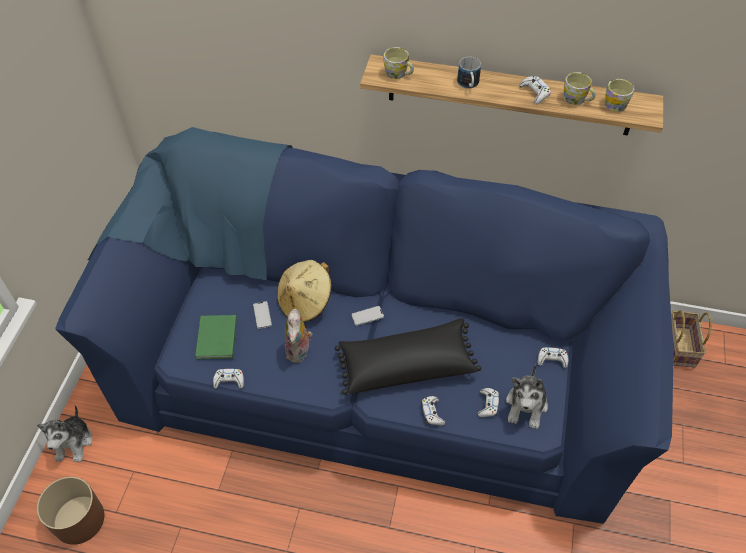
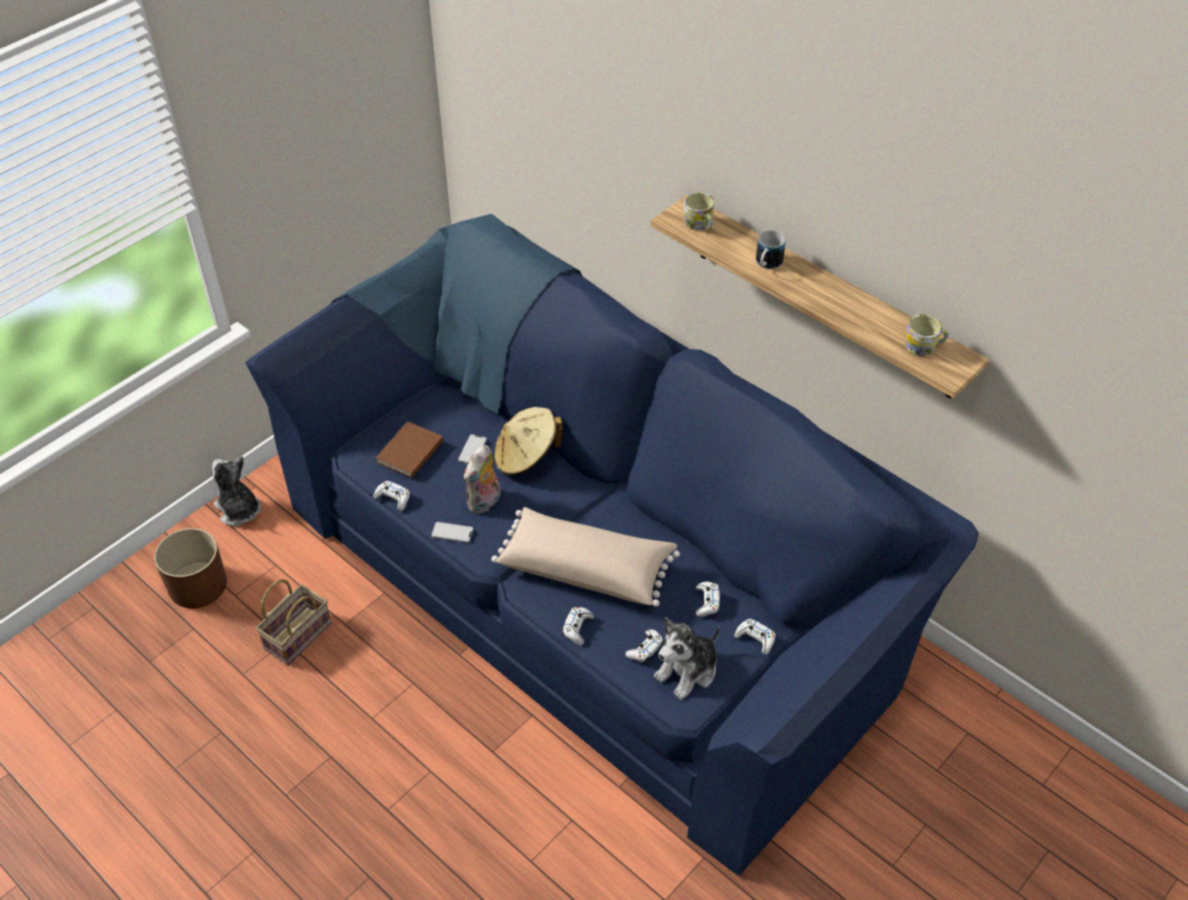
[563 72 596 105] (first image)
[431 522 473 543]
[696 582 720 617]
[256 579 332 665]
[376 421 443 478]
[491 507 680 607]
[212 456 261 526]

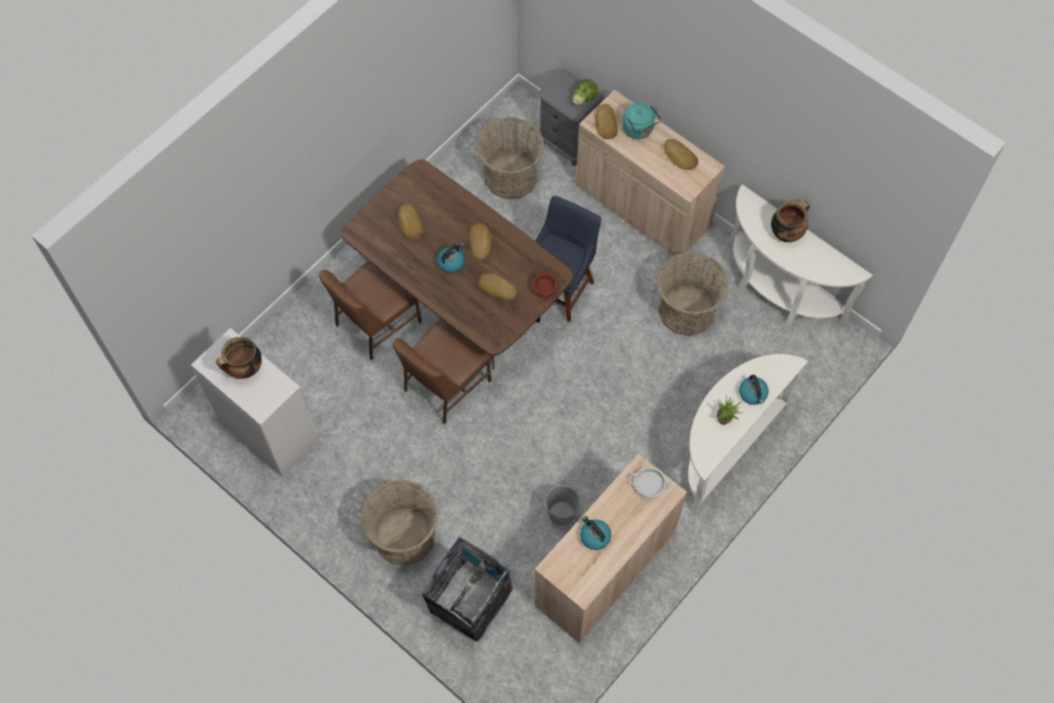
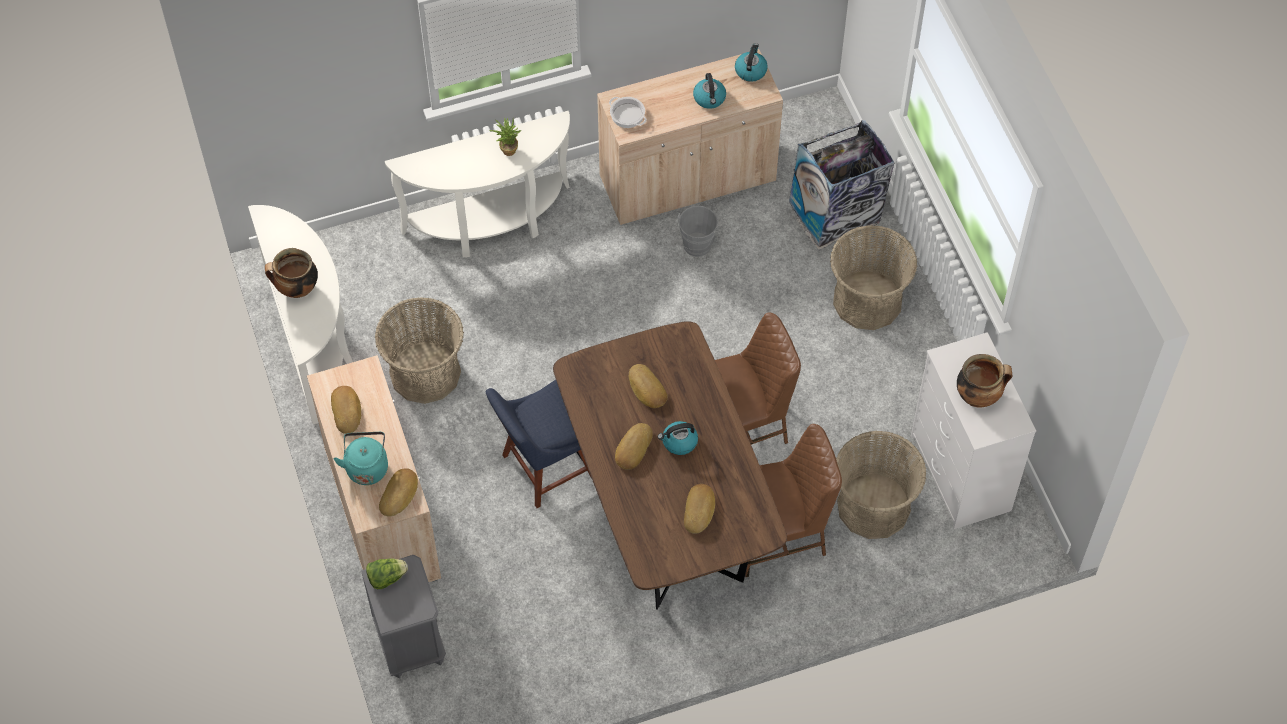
[532 273 558 298] (first image)
[836 431 926 539]
[735 43 768 82]

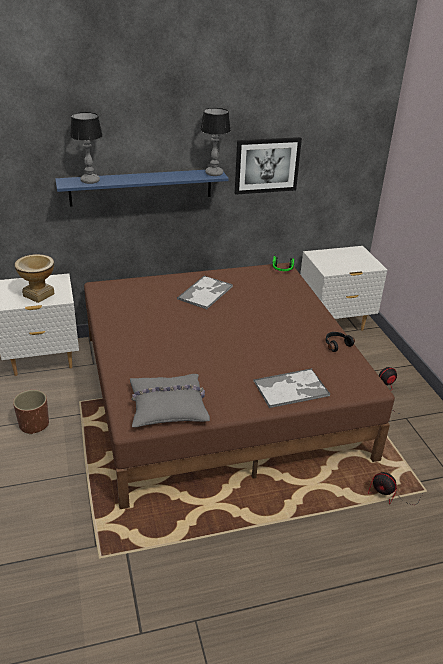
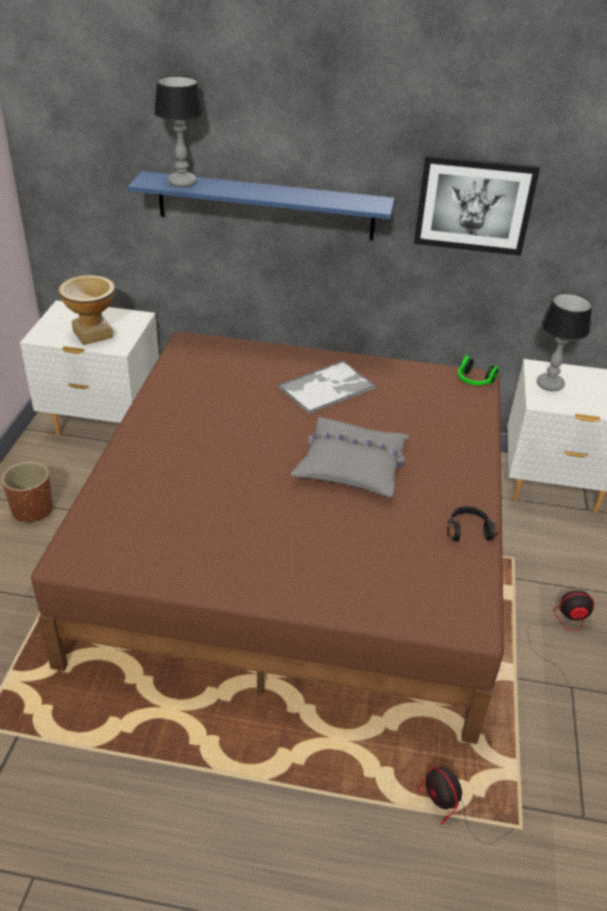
[253 368 330 409] (first image)
[291 417 409 497]
[537 293 592 391]

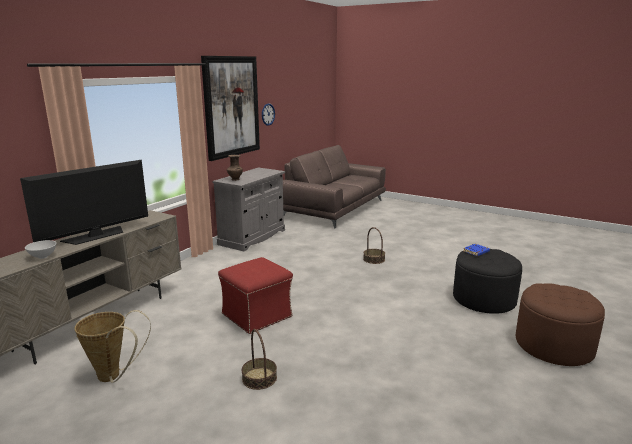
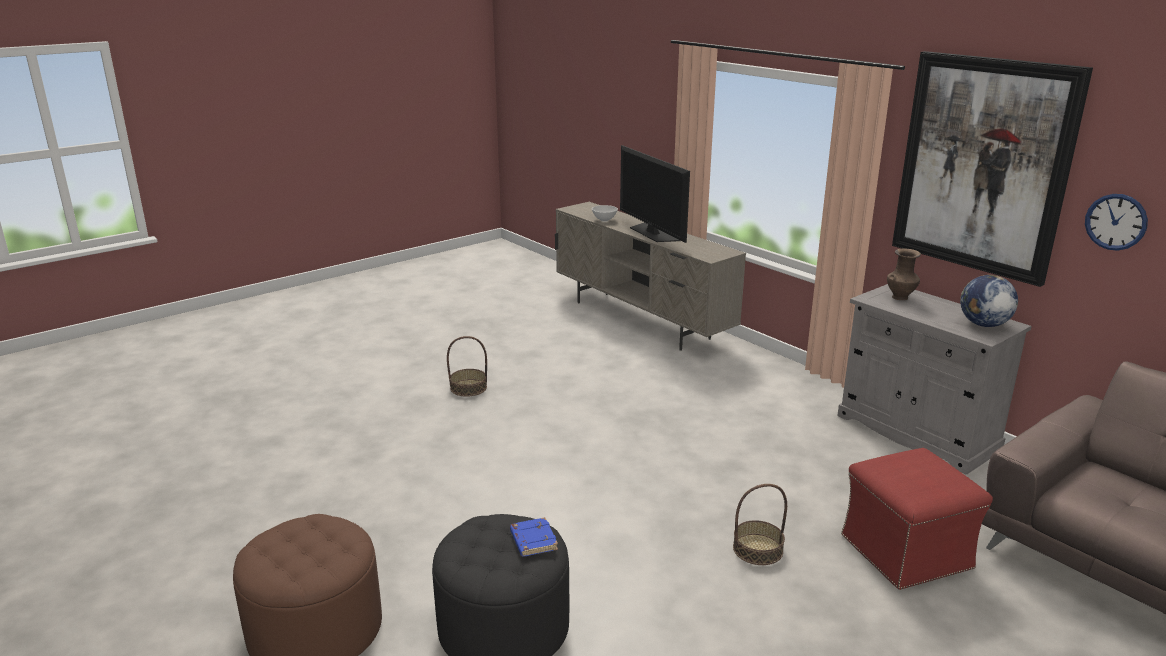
[74 310 151 383] (first image)
[960 275 1018 327]
[841 448 993 590]

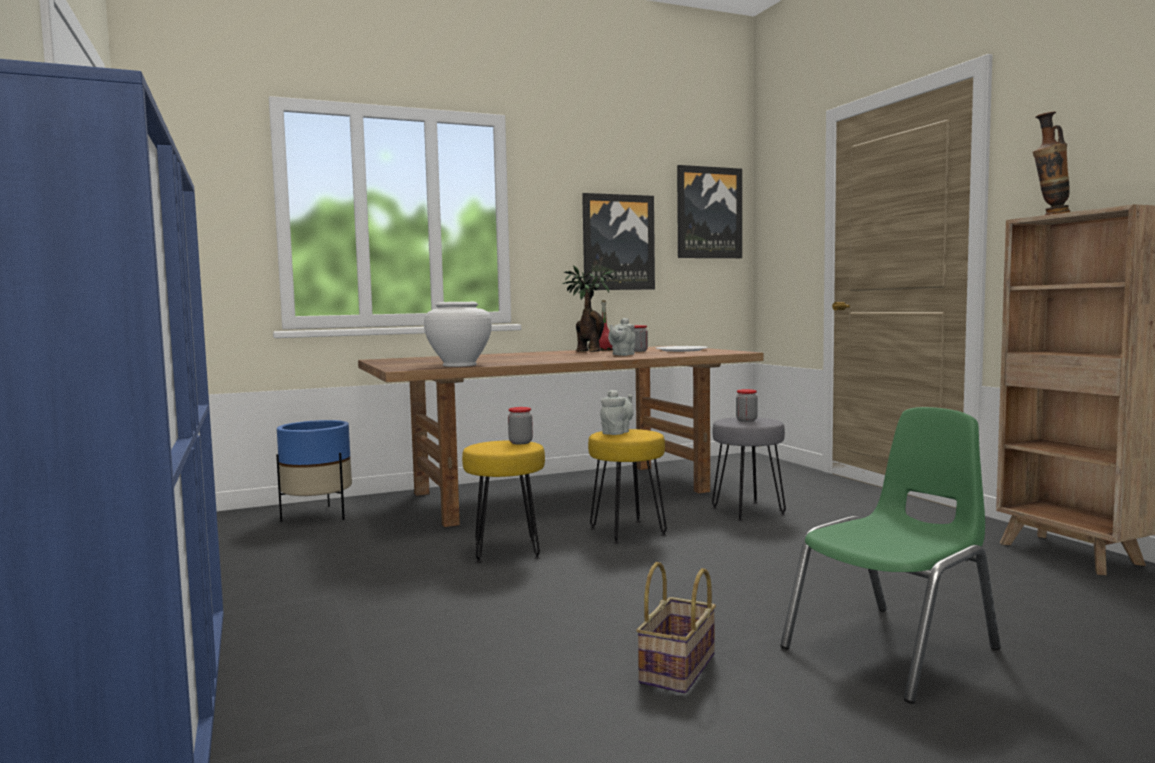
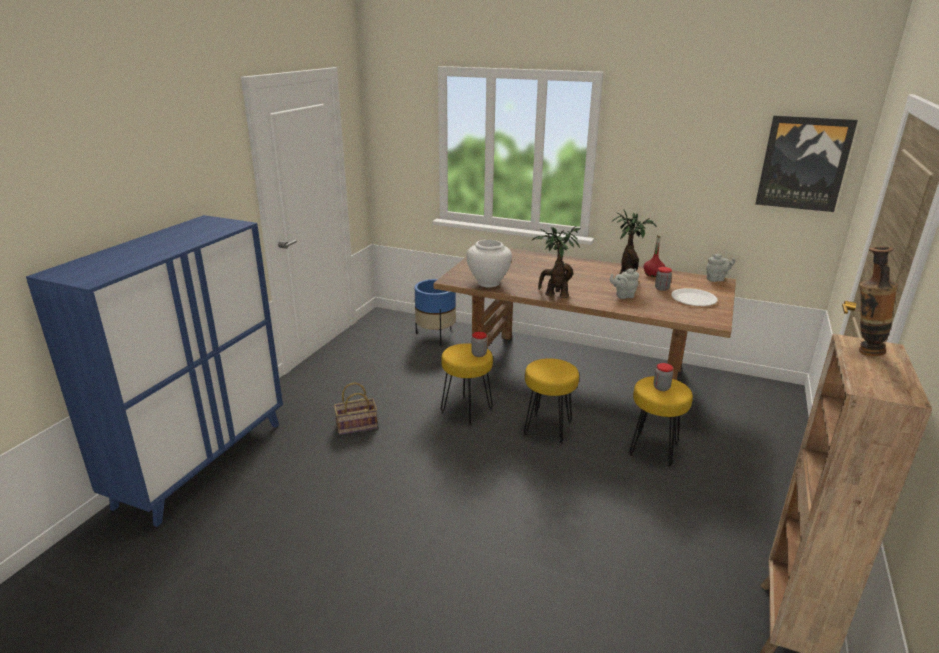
[582 193 655 290] (first image)
[780 407 1001 704] (first image)
[531 226 581 298]
[706 254 735 282]
[334 382 378 435]
[629 376 693 467]

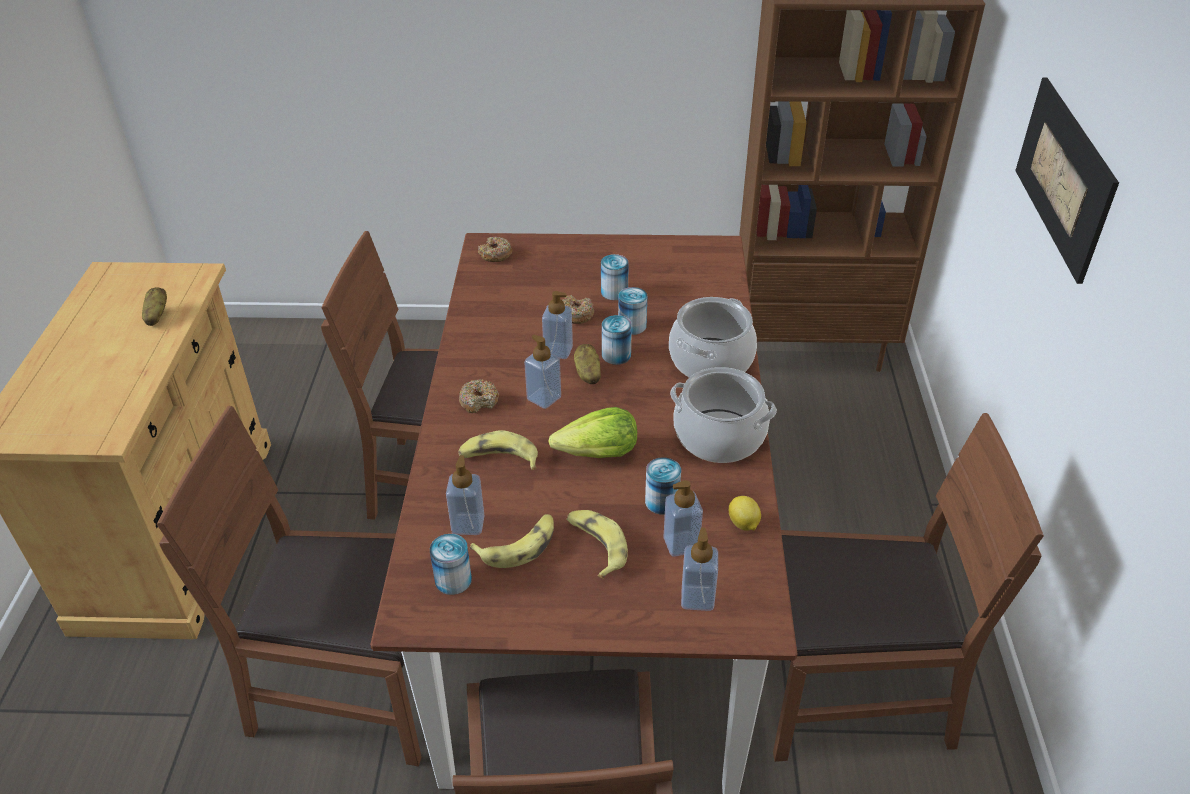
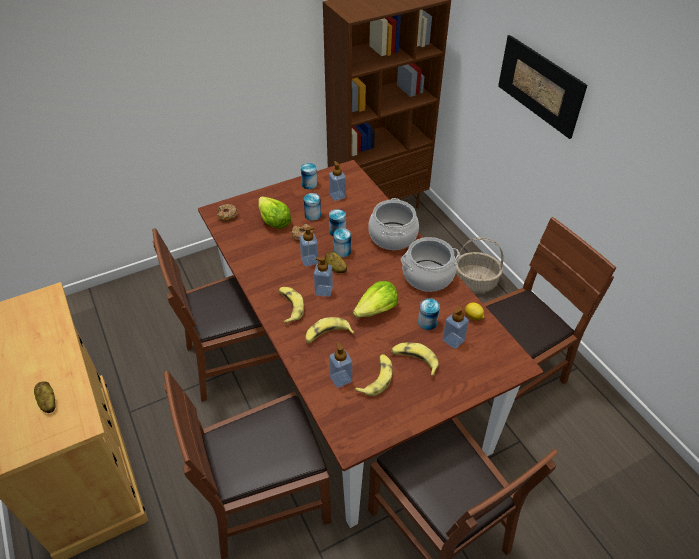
[258 196 291 229]
[456 237 503 293]
[34 381 56 413]
[301 163 317 189]
[329 161 346 201]
[278 287 304 324]

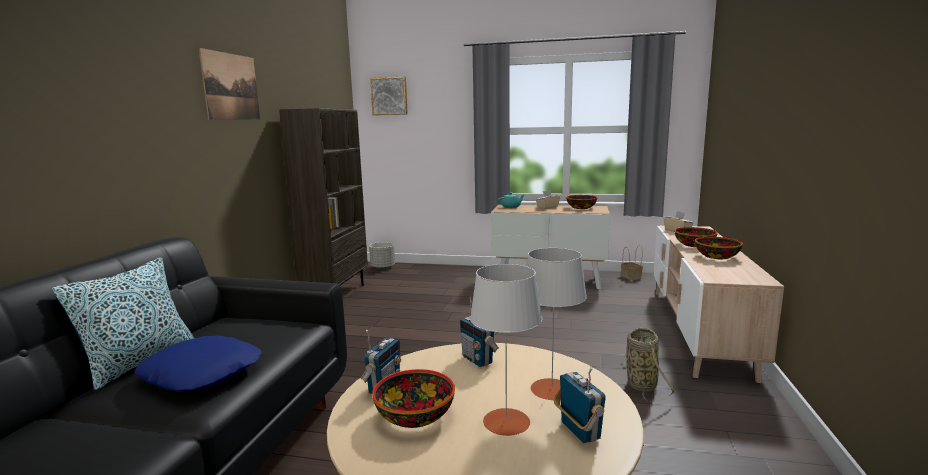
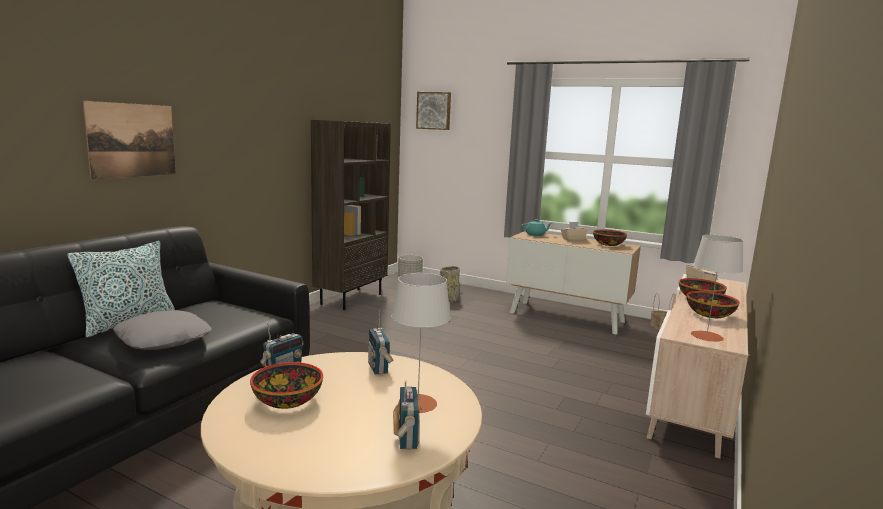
[83 101 176 179]
[691 235 743 342]
[440 266 460 302]
[113 310 212 350]

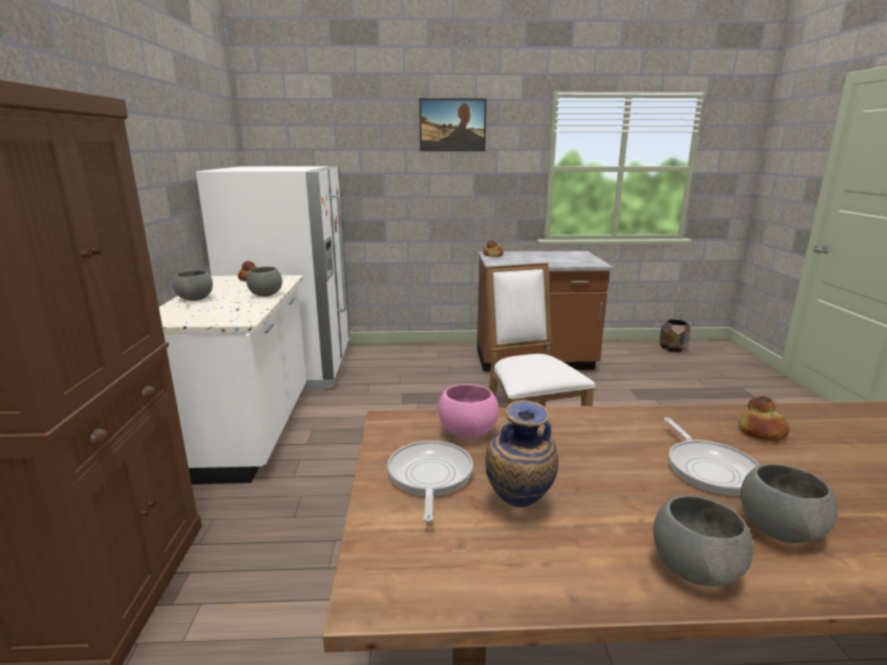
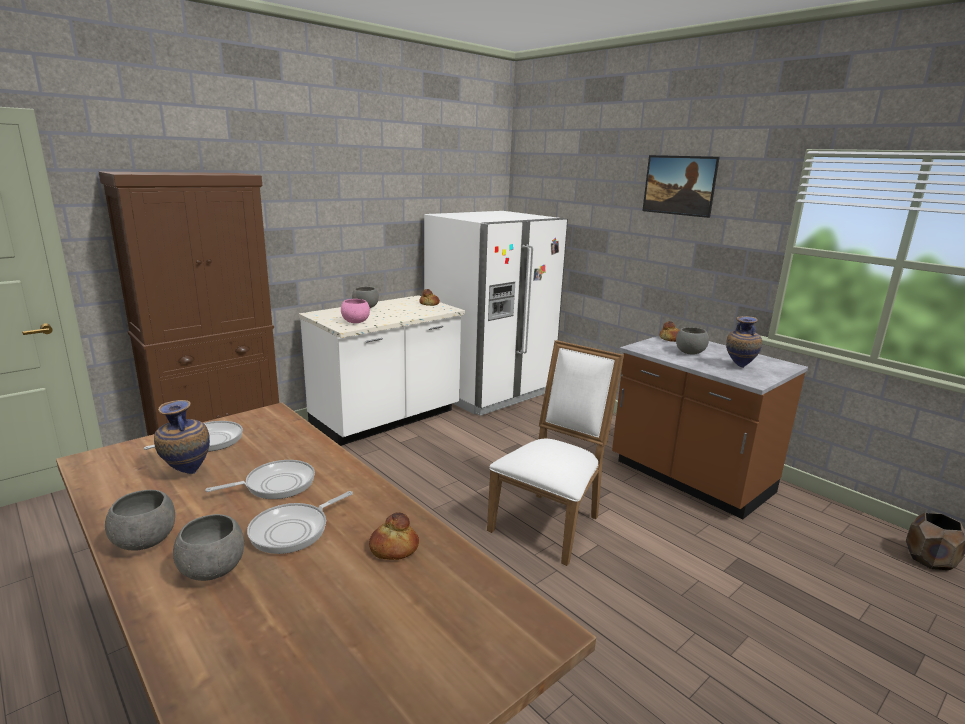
[205 460 315 499]
[726 316 762 368]
[676 327 709 355]
[341 299 370 323]

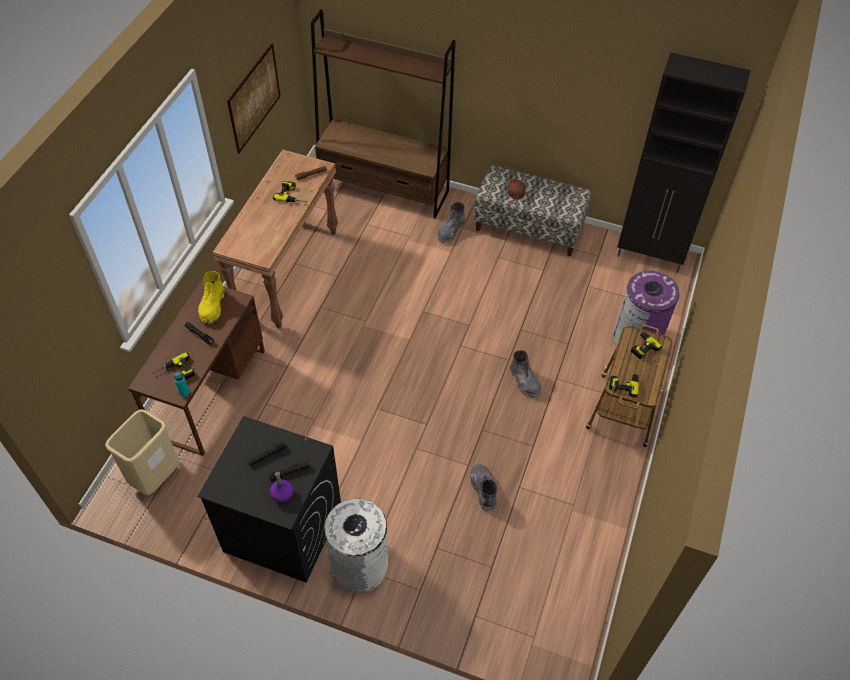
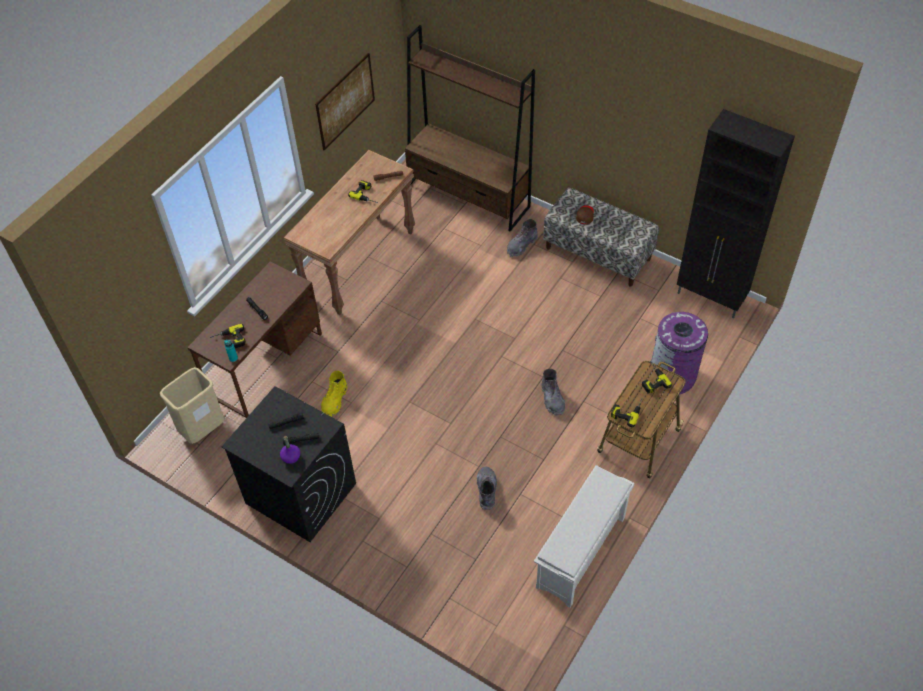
[325 498 388 593] (first image)
[534 465 634 608]
[321 371 347 417]

